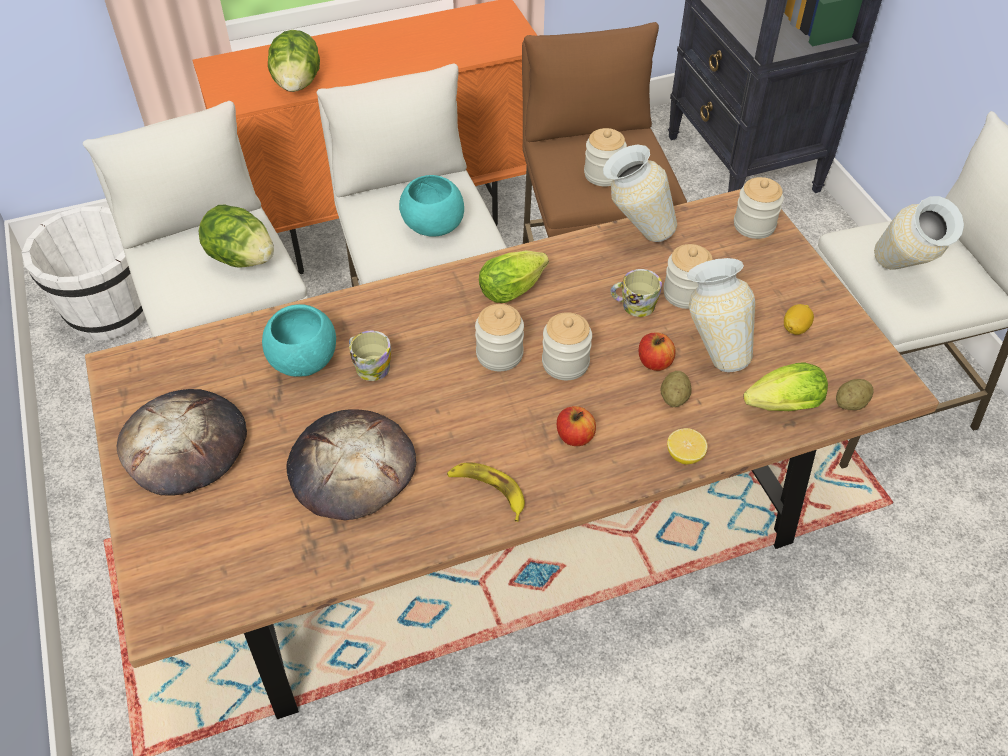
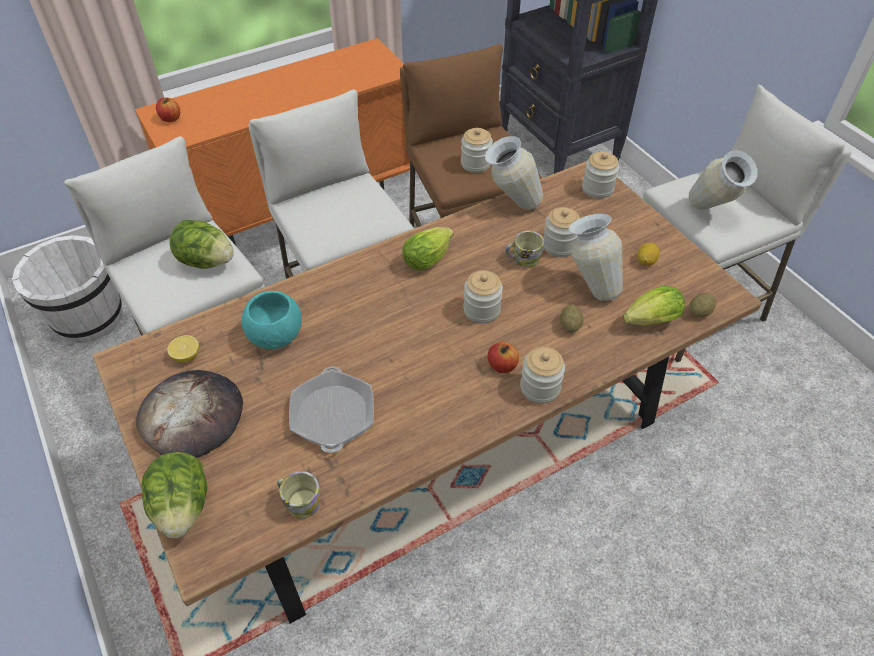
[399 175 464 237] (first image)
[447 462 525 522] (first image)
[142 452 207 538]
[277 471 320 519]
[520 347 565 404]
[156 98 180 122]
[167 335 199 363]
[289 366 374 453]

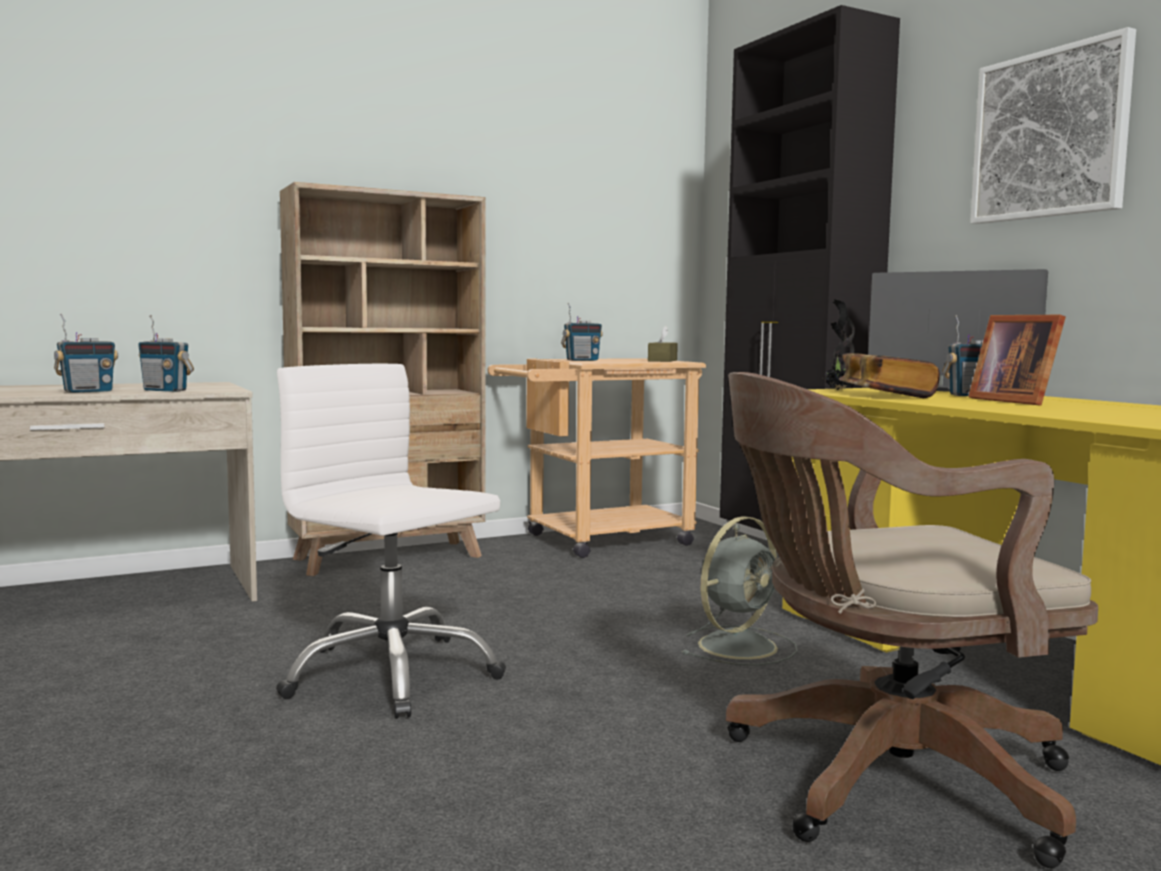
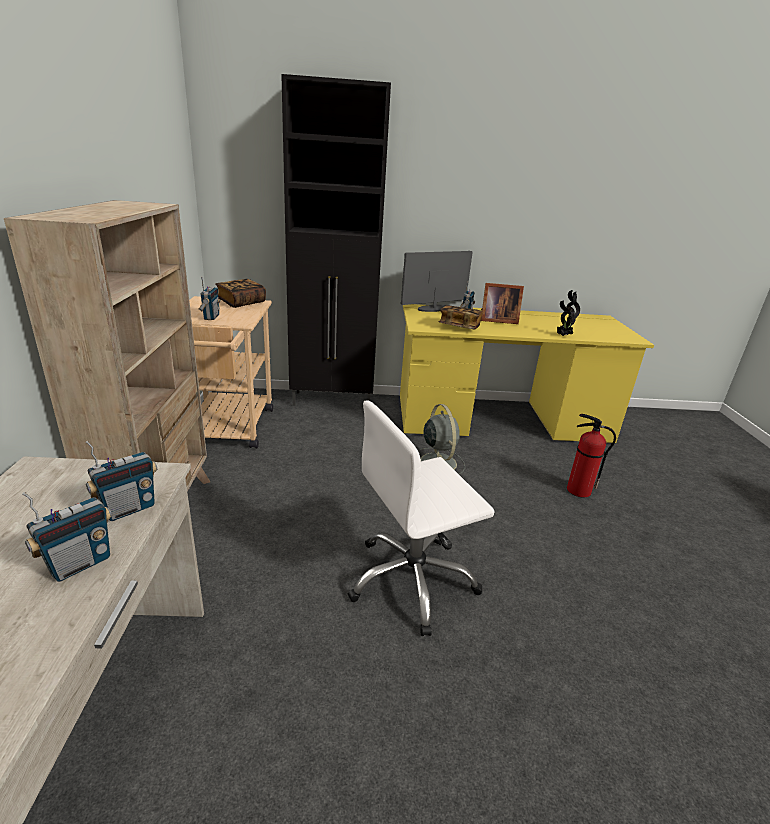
[970 27 1136 224] (first image)
[557 290 580 336]
[216 279 266 308]
[567 414 616 497]
[22 492 112 582]

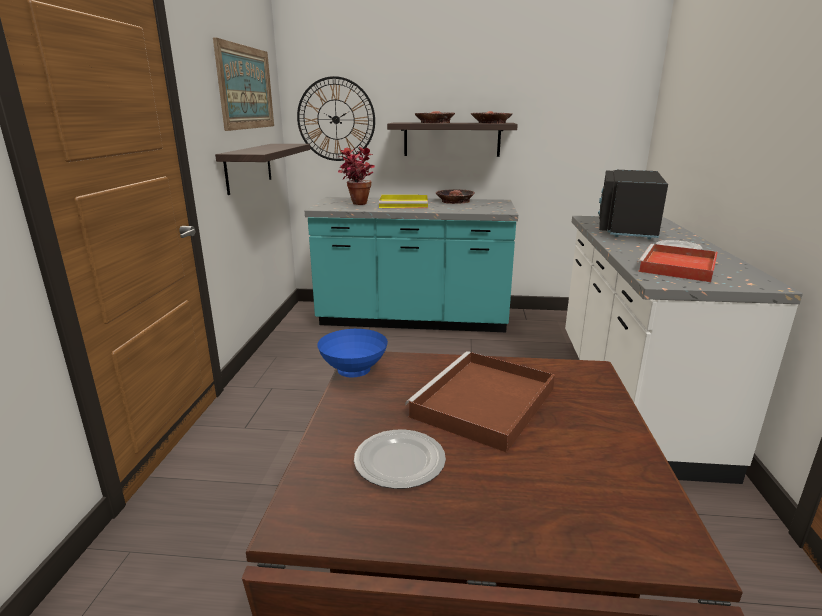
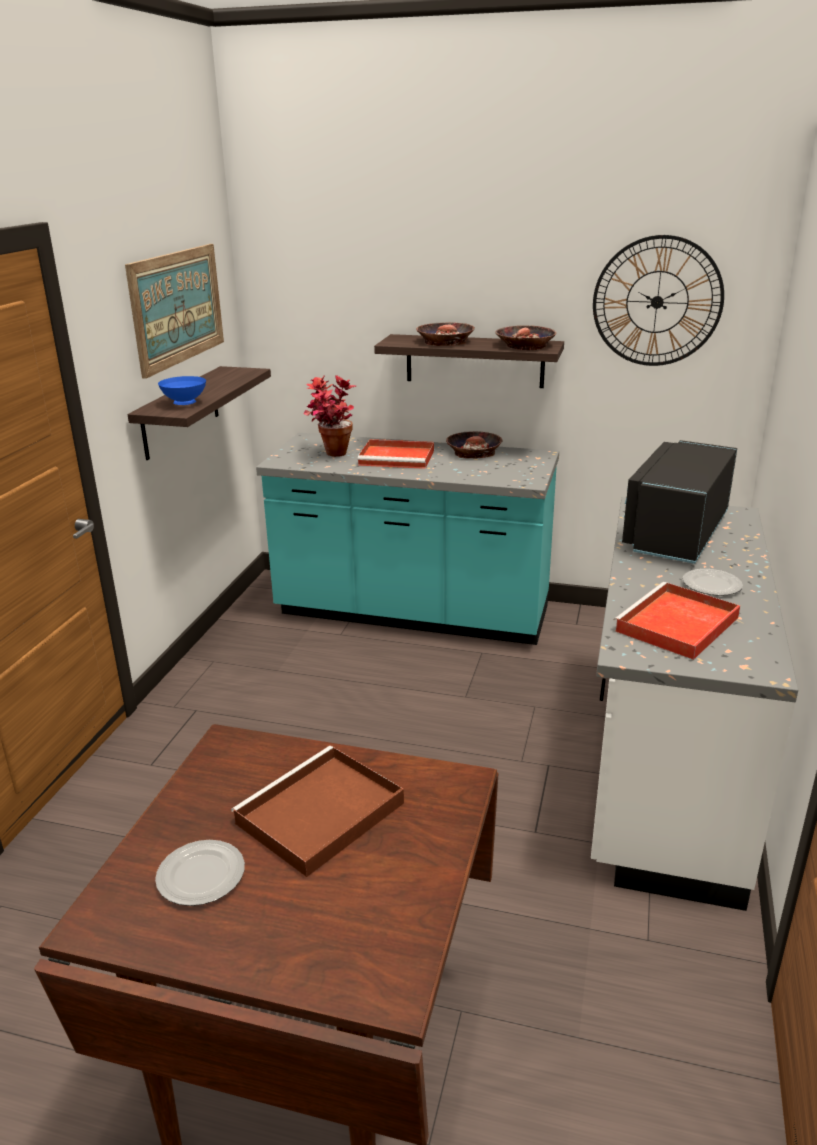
[593 235 724 366]
[158 376 206 405]
[358 439 434 469]

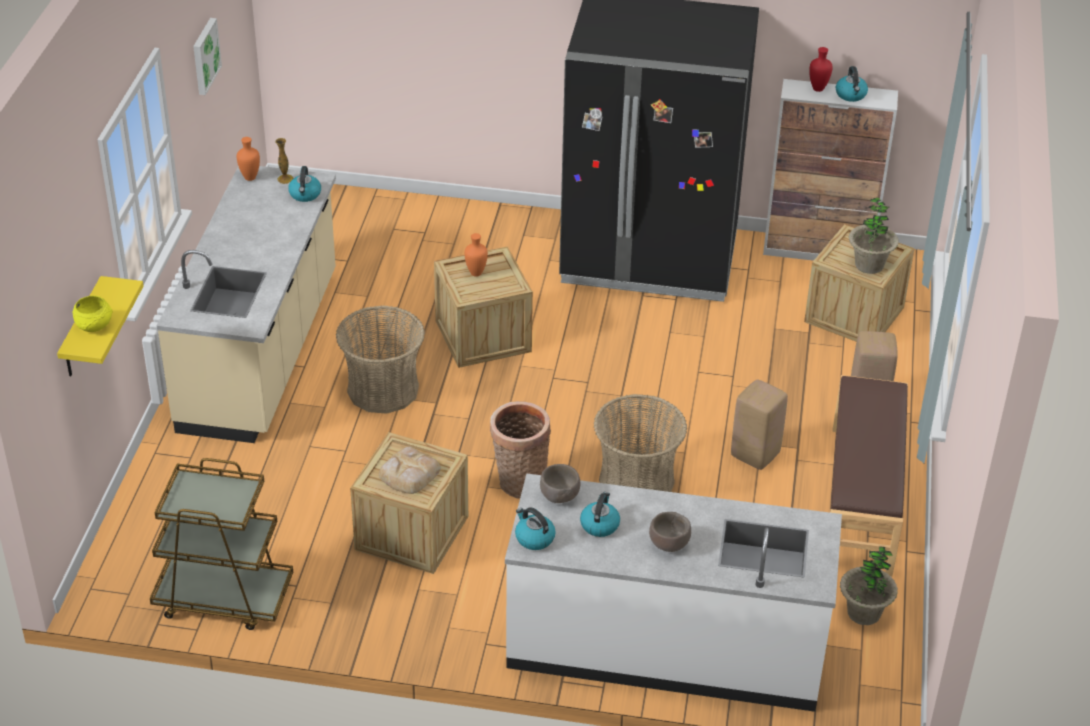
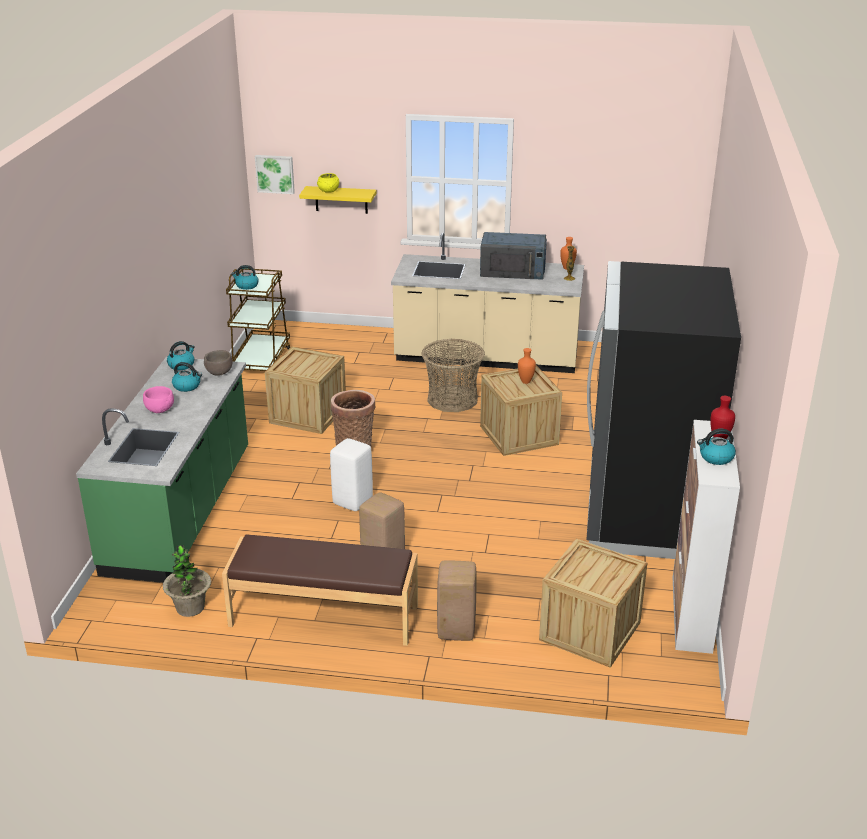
[379 446 441 494] (first image)
[849 198 899 274] (first image)
[480 232 547 280]
[255 155 295 194]
[231 265 258 290]
[330 438 373 511]
[76 357 248 583]
[143 386 174 413]

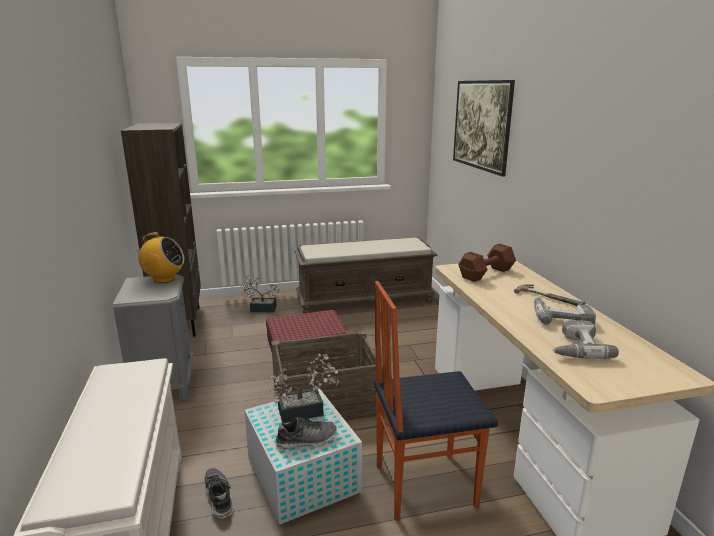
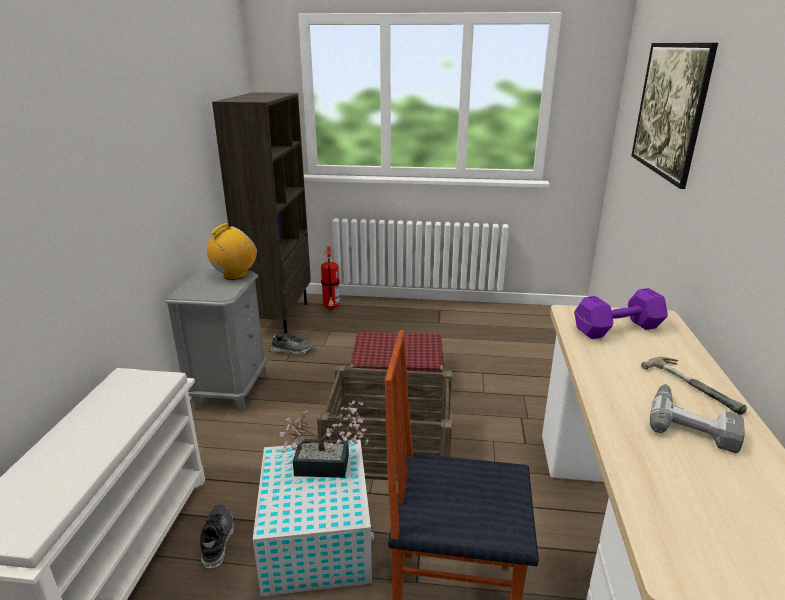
[240 275 281 313] (first image)
[294 237 438 314] (first image)
[553 320 619 359] (first image)
[321 247 340 310]
[271 333 313 355]
[574 288 668 339]
[207 223 257 280]

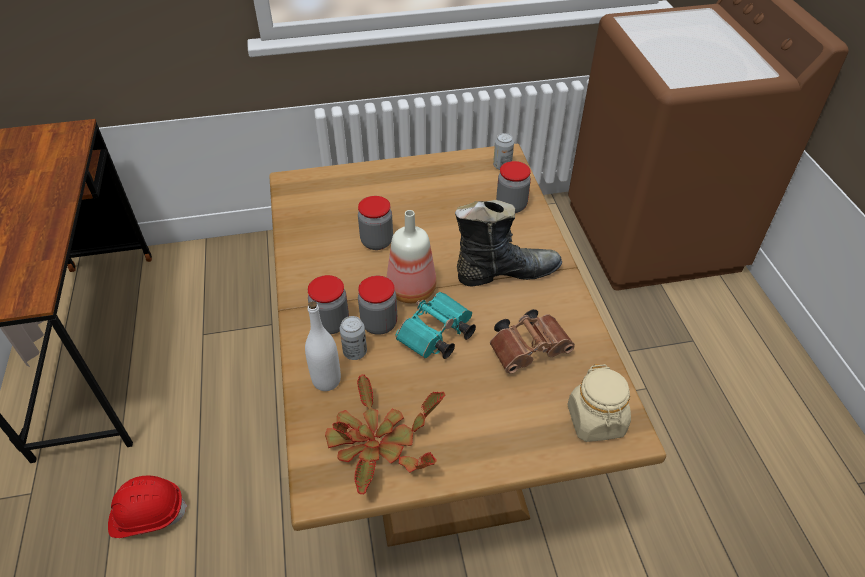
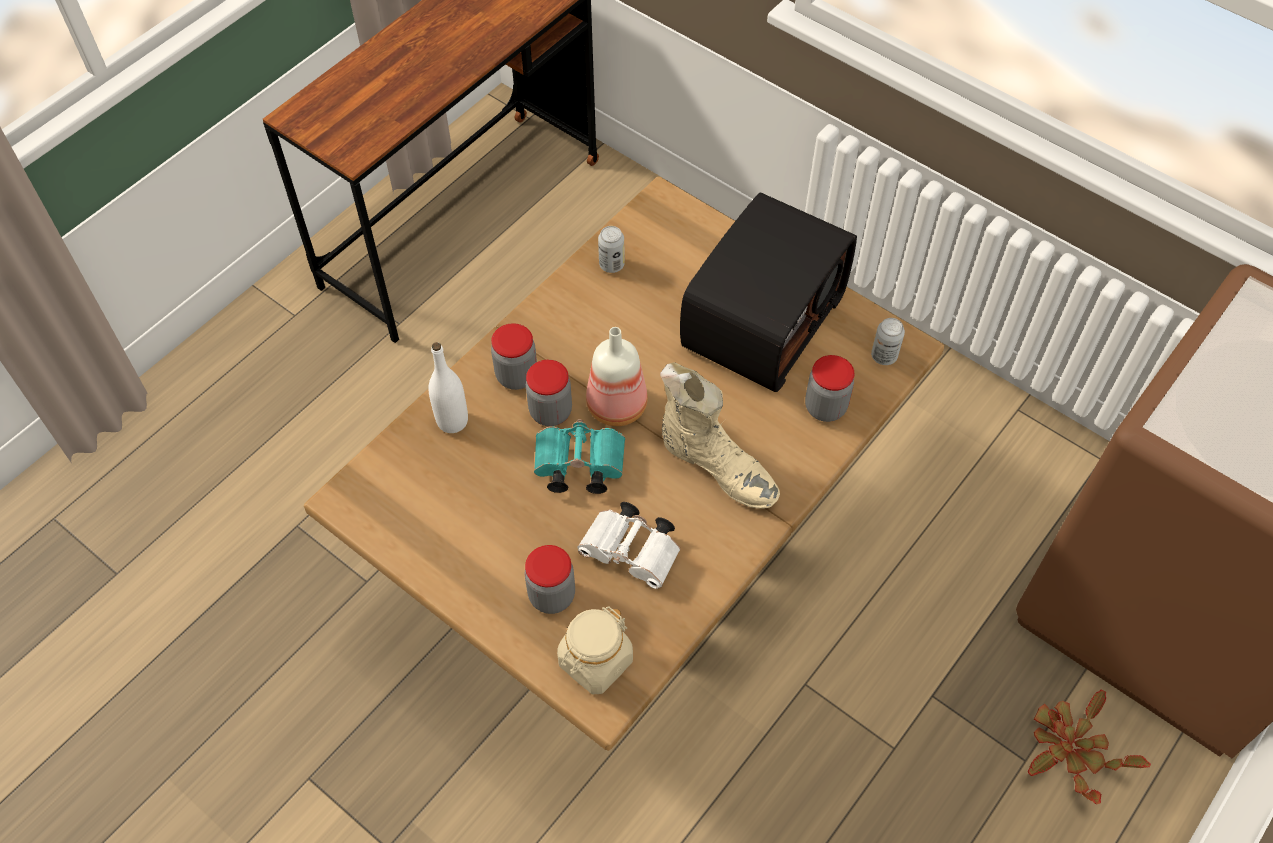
[108 476 188 538] (first image)
[680 192 857 392]
[1028 689 1151 804]
[598 226 625 273]
[525 545 575 614]
[660 362 780 509]
[577 502 681 589]

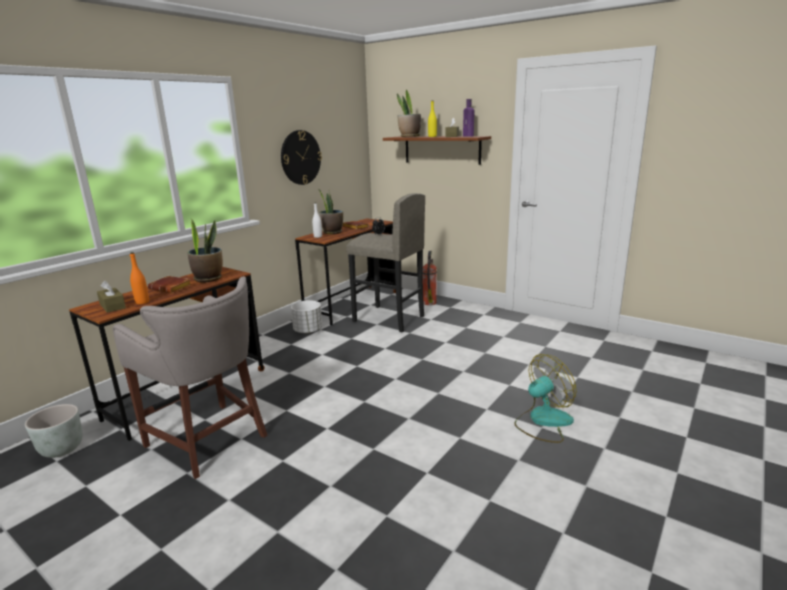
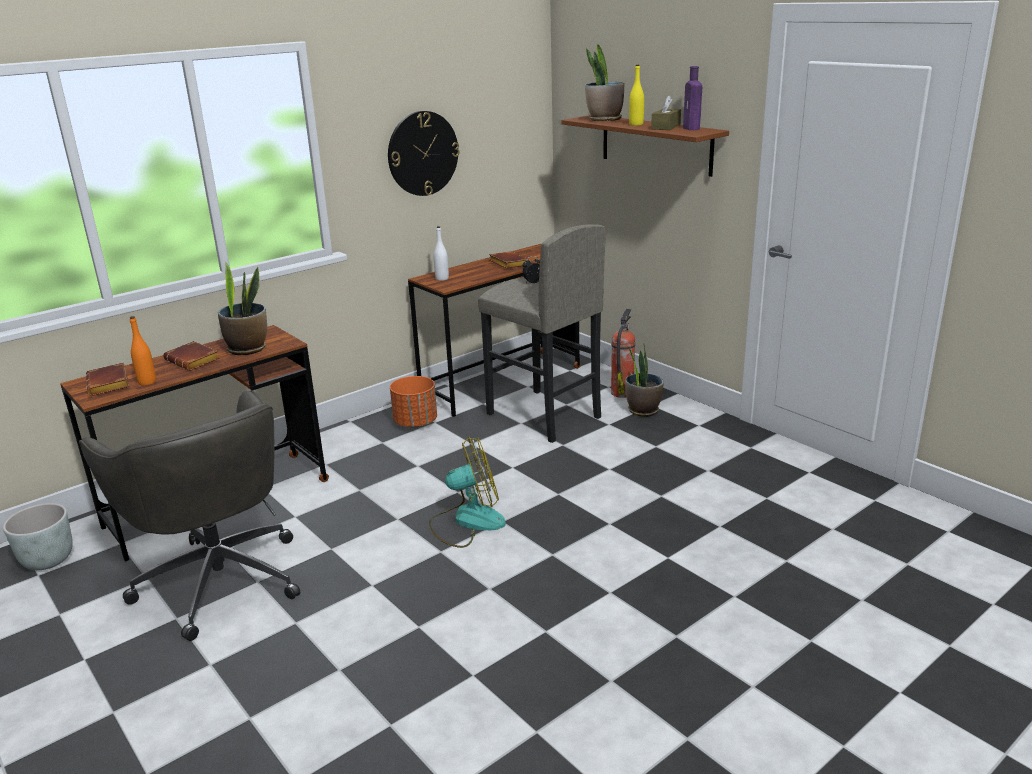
[625 344 664 417]
[429 436 506 548]
[86 362 129 396]
[79 391 300 641]
[390 376 437 427]

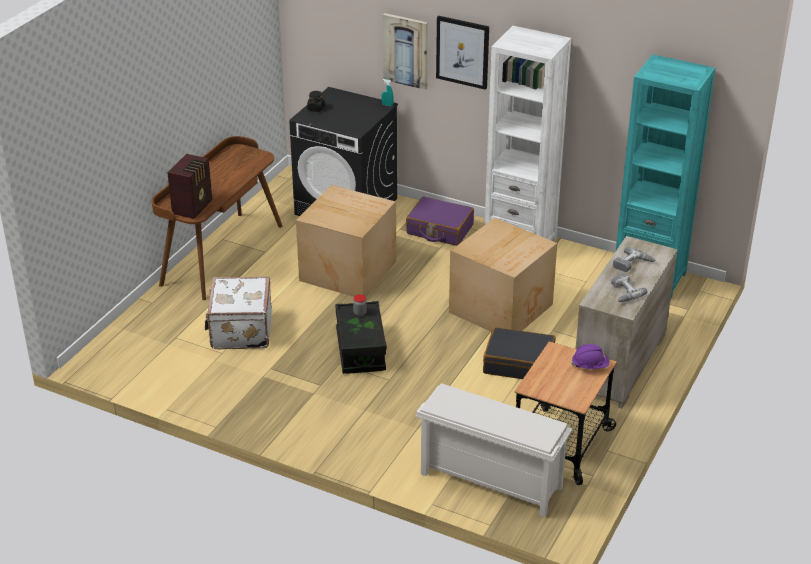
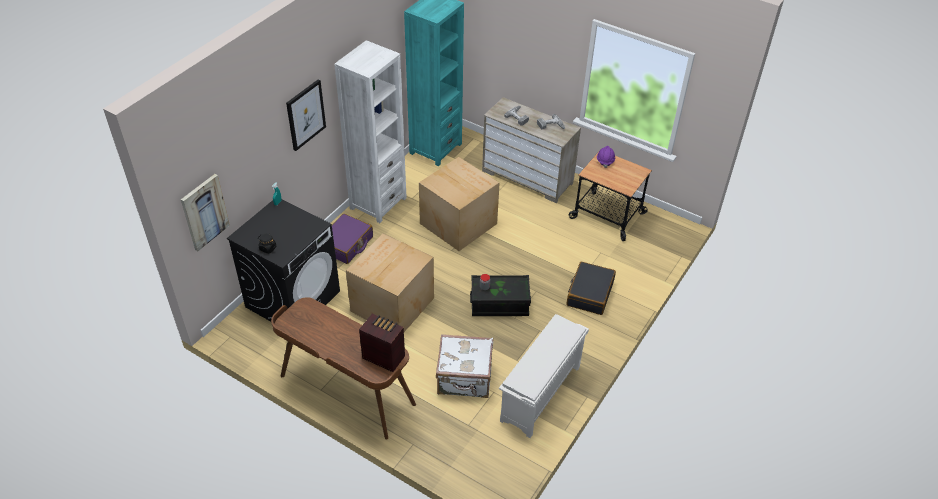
[181 174 230 251]
[499 314 589 438]
[567 262 616 315]

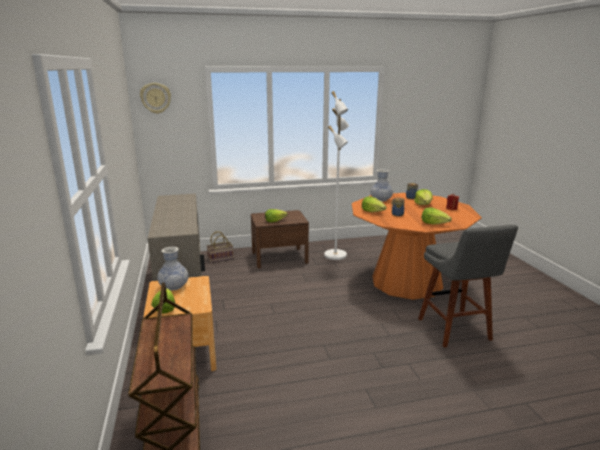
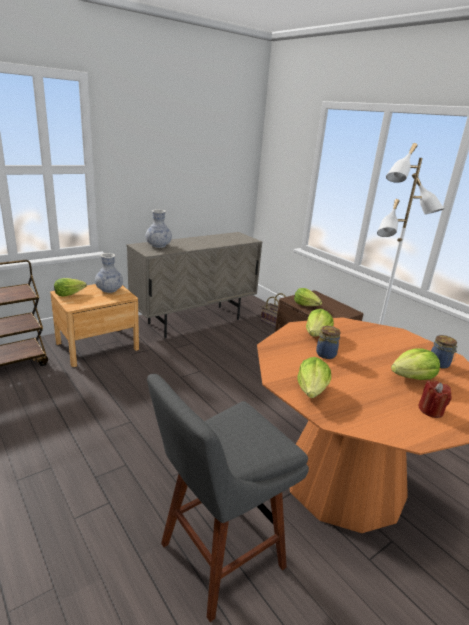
[140 83 171 114] (first image)
[145 209 172 248]

